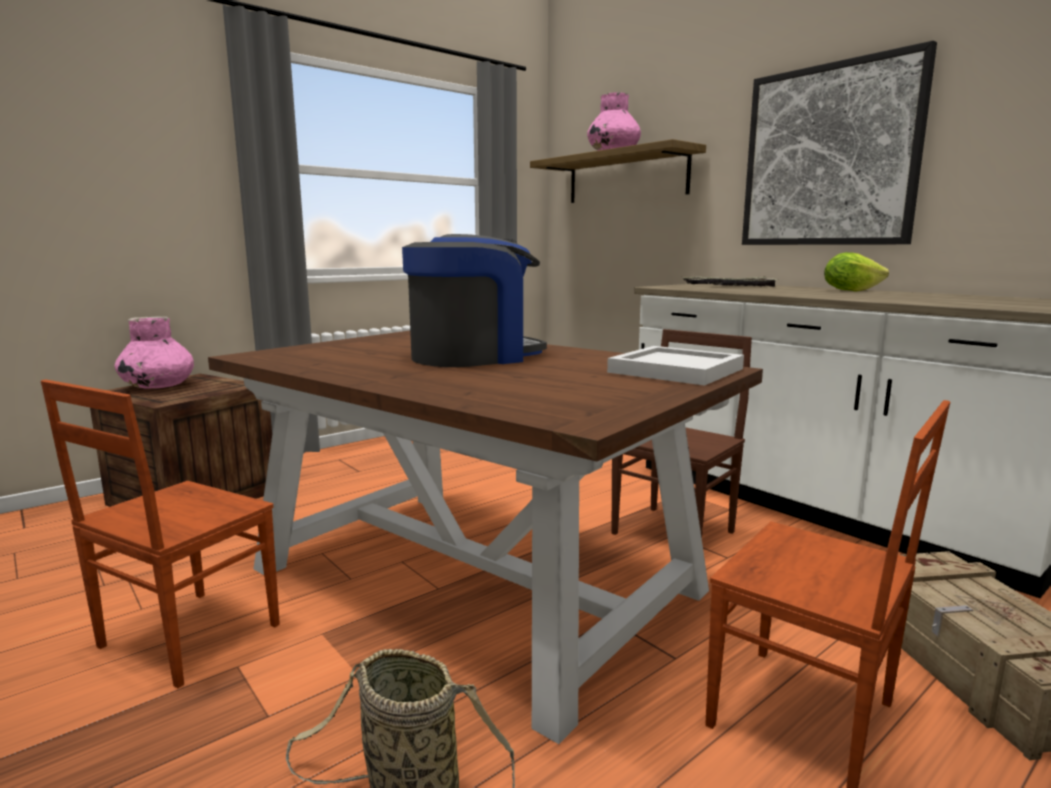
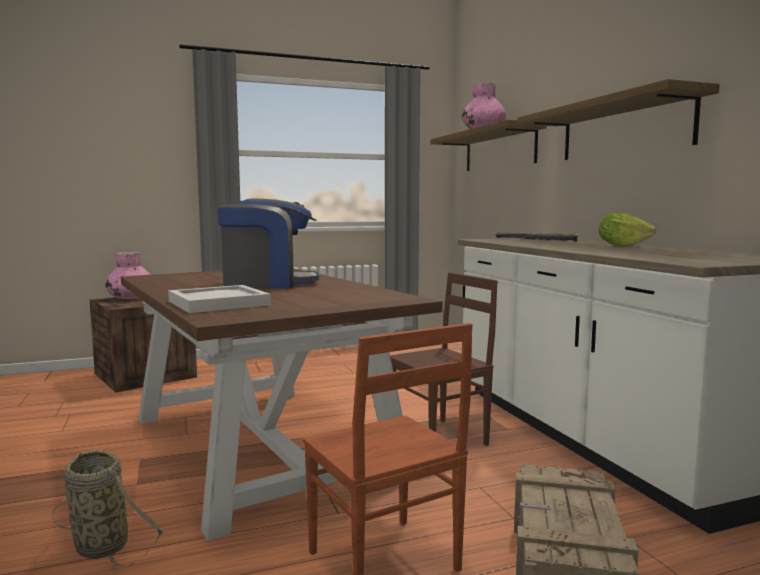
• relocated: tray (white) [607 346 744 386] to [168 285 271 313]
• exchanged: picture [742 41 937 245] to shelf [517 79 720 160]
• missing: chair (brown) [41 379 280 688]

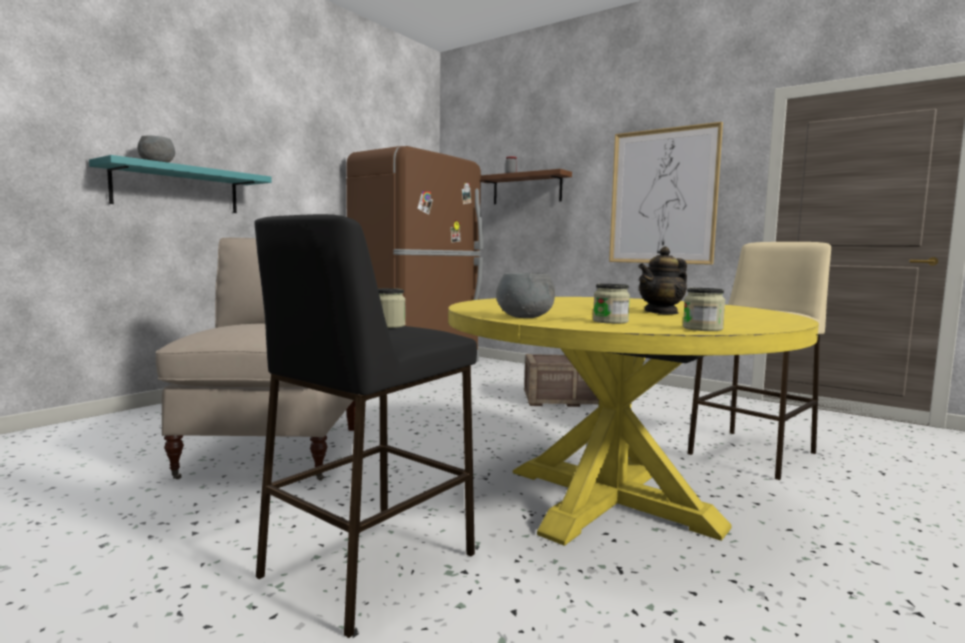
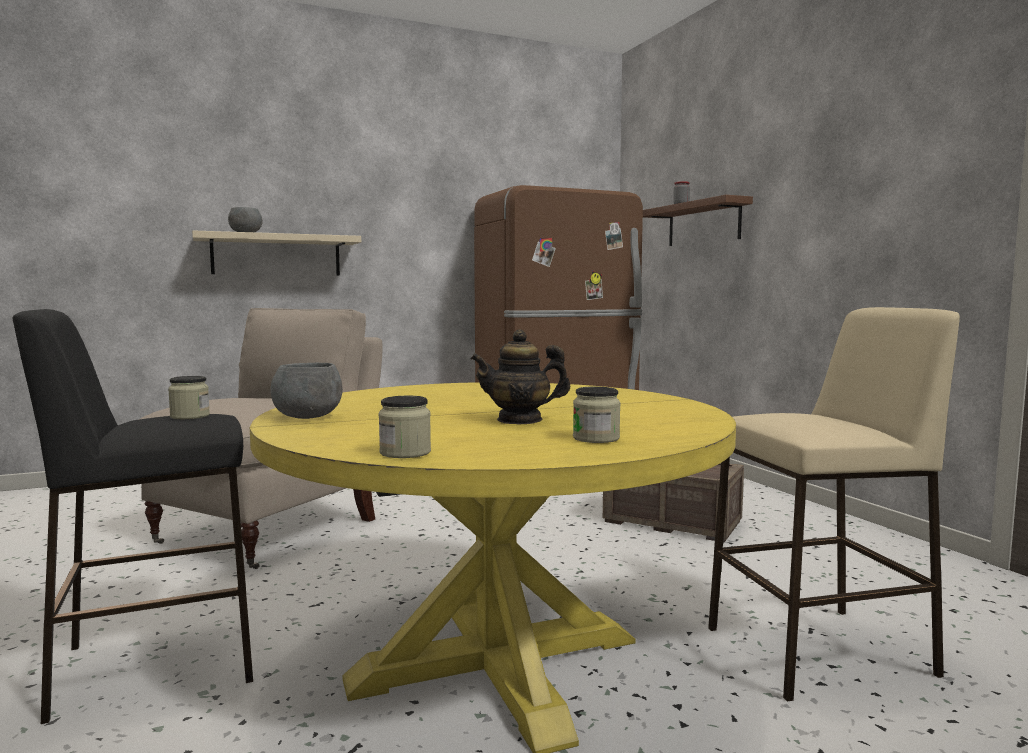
• colour: shelf (turquoise) [89 155 272 213] to shelf (beige) [192 230 361 275]
• relocated: jar [593 284 630 324] to [573 387 621 443]
• missing: picture [609 122 723 265]

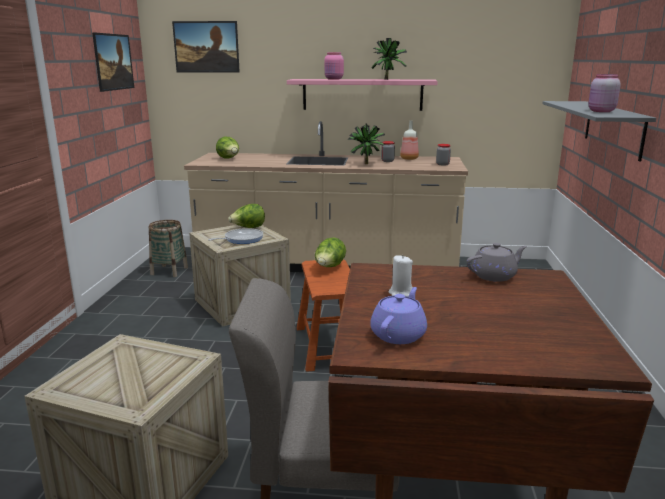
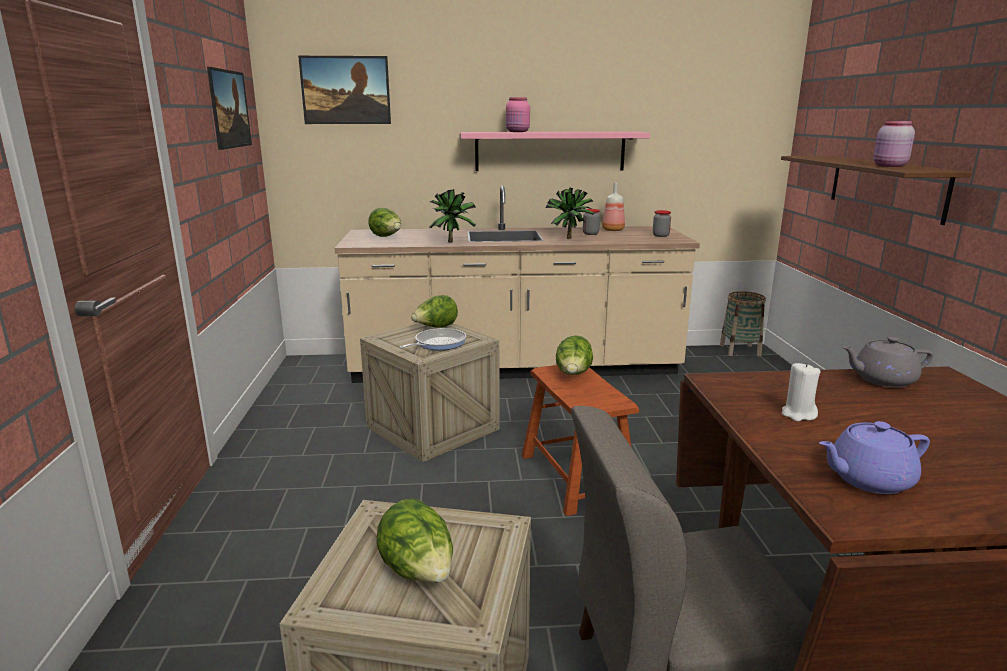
• appeared: lettuce [377 498 453 582]
• relocated: potted plant [371 38 407 80] to [429 189 476 242]
• relocated: basket [149 220 188 277] to [720 291 766 356]
• colour: shelf (grey) [542 101 656 162] to shelf (brown) [781 156 972 225]
• spun: teapot (purple) [370 287 427 344] = [819 421 930 494] 120 degrees counterclockwise
• spun: teapot (grey) [466 243 527 282] = [842 336 933 388] 150 degrees counterclockwise

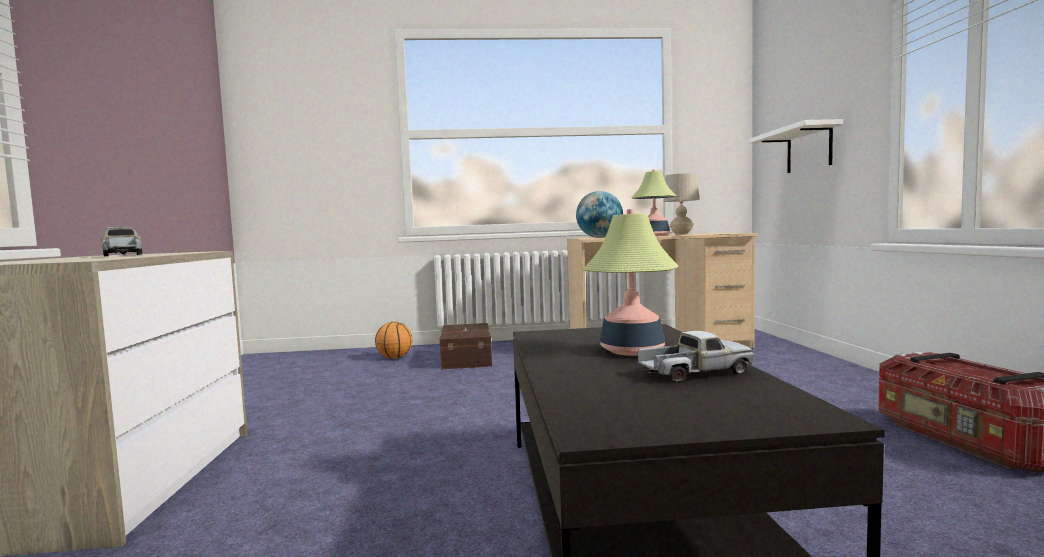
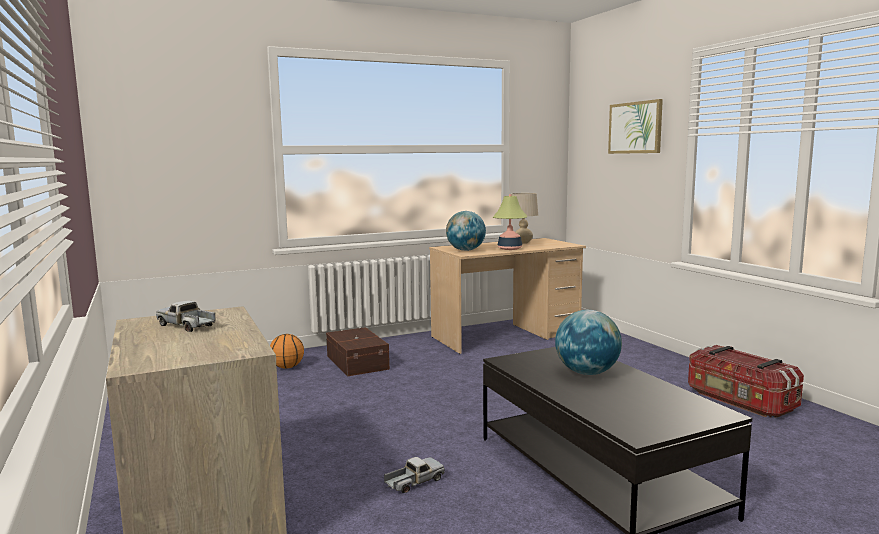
• relocated: toy truck [638 331 754 382] to [384 457 445 493]
• exchanged: table lamp [583 209 679 356] to globe [555 310 622 375]
• appeared: picture [608 99 663 154]
• missing: shelf (white) [748 119 843 173]

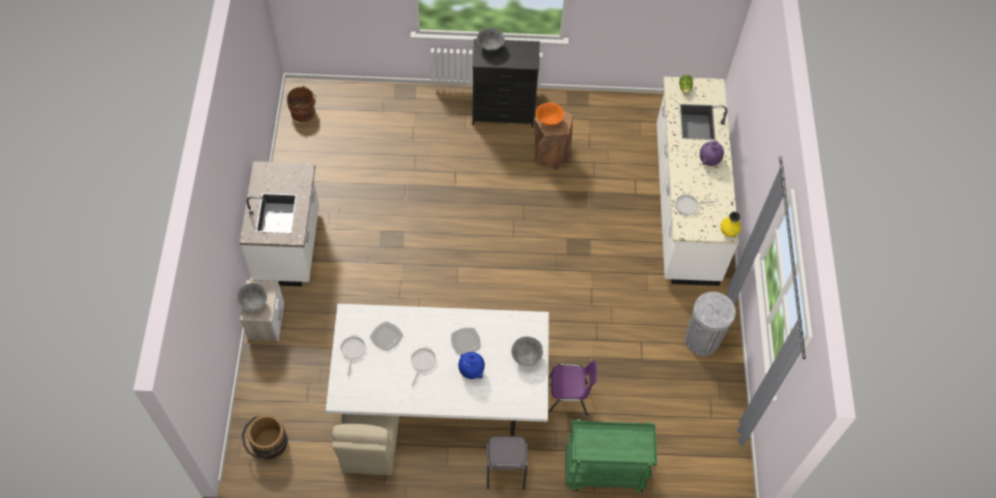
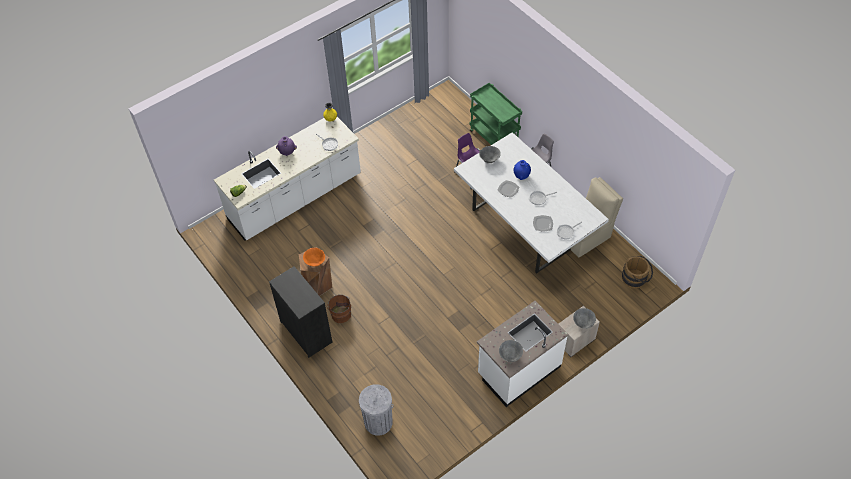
• relocated: bucket (brown) [287 86 316 122] to [327 295 351 323]
• relocated: trash can (grey) [685 292 736 356] to [359 384 393 436]
• relocated: bowl (grey) [477 28 505 52] to [499 340 523 362]

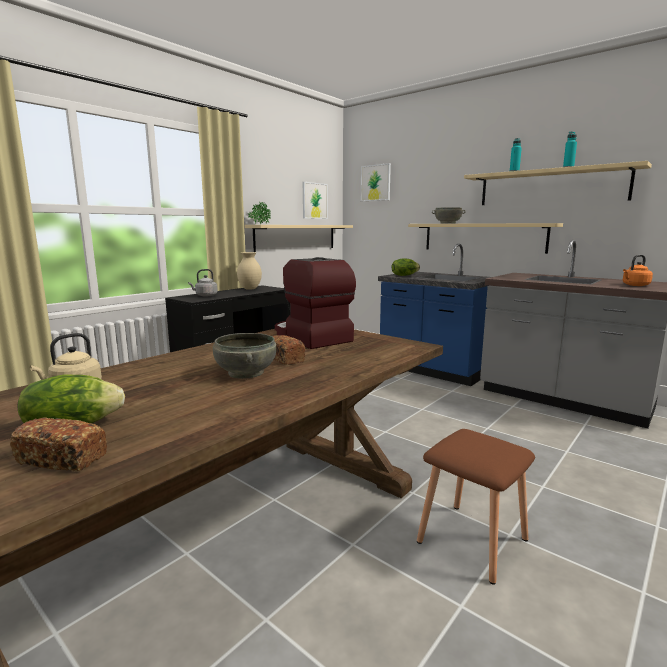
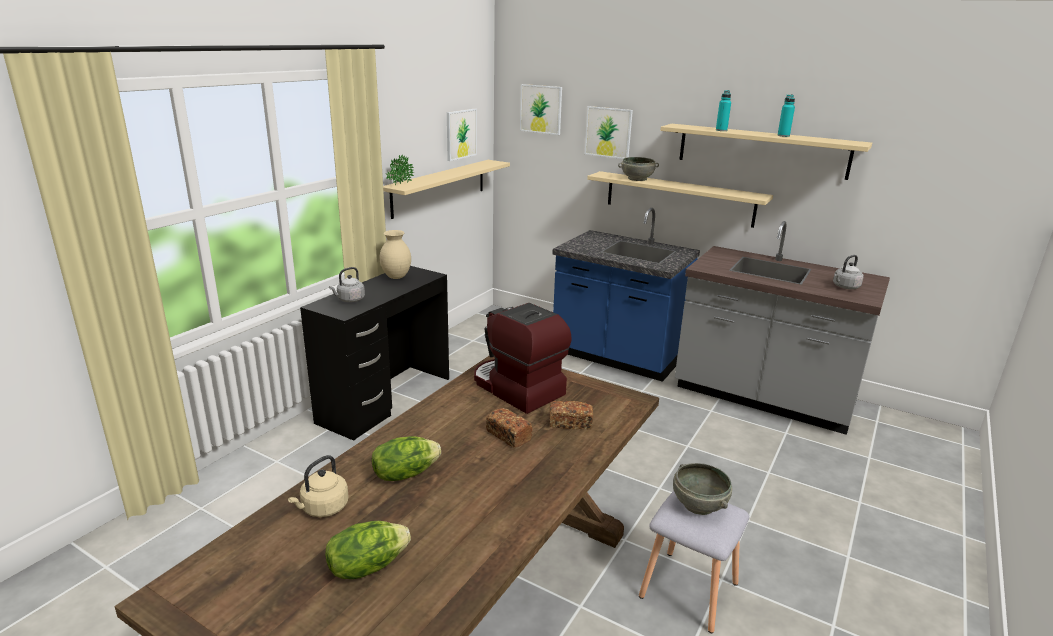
• relocated: lettuce [392 258 420 276] to [371 436 441 481]
• relocated: bread [10 417 107 472] to [550 401 593 430]
• appeared: picture [585 106 633 159]
• colour: stool (brown) [417 429 535 585] to stool (grey) [639 491 749 633]
• relocated: bowl (grey) [213 333 277 379] to [673 463 732 515]
• colour: kettle (orange) [623 255 653 286] to kettle (grey) [833 255 864 289]

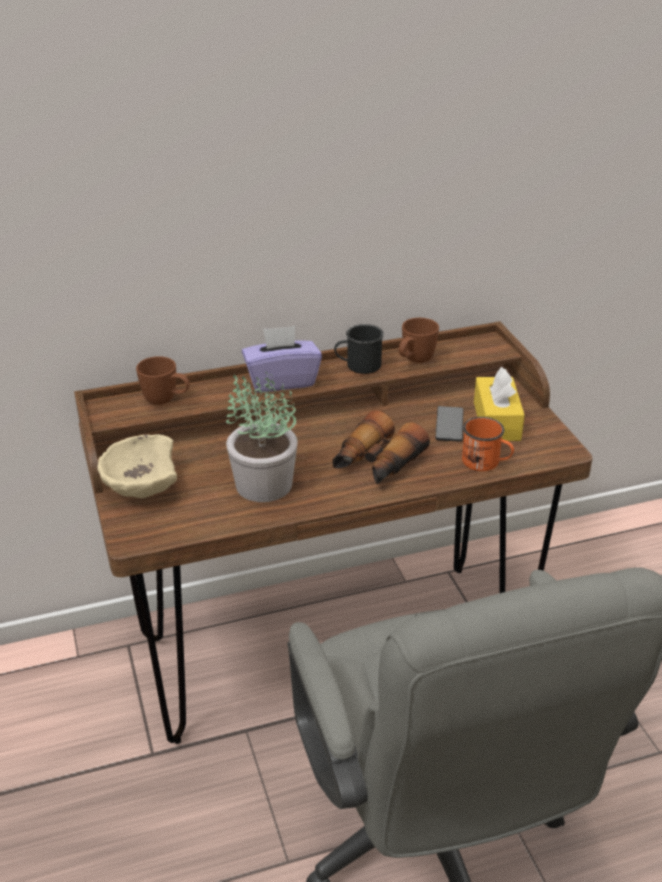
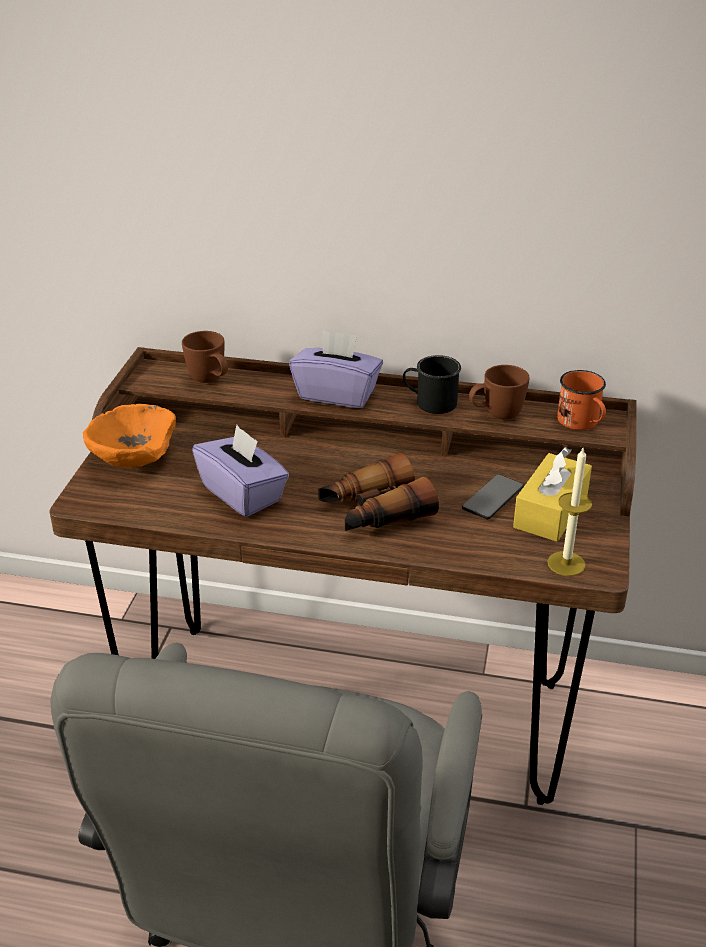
• colour: bowl (beige) [97 434 177 498] to bowl (orange) [83 404 176 467]
• exchanged: potted plant [226 372 298 502] to tissue box (purple) [192 425 289 517]
• appeared: candle [547 446 592 576]
• relocated: mug (orange) [462 417 514 471] to [557 370 606 430]

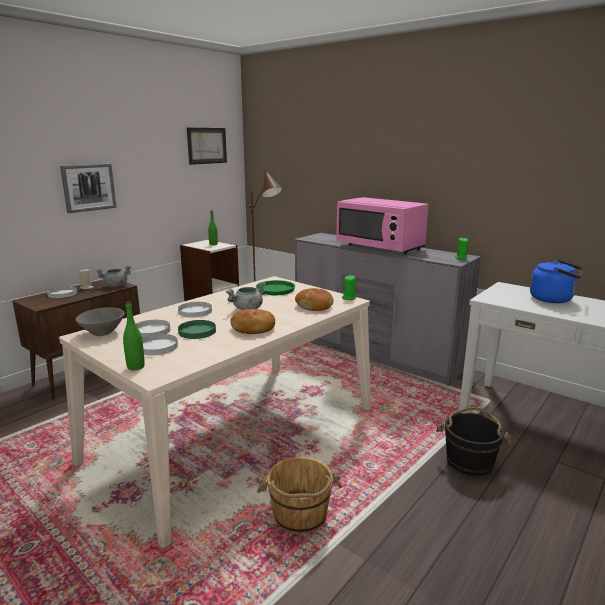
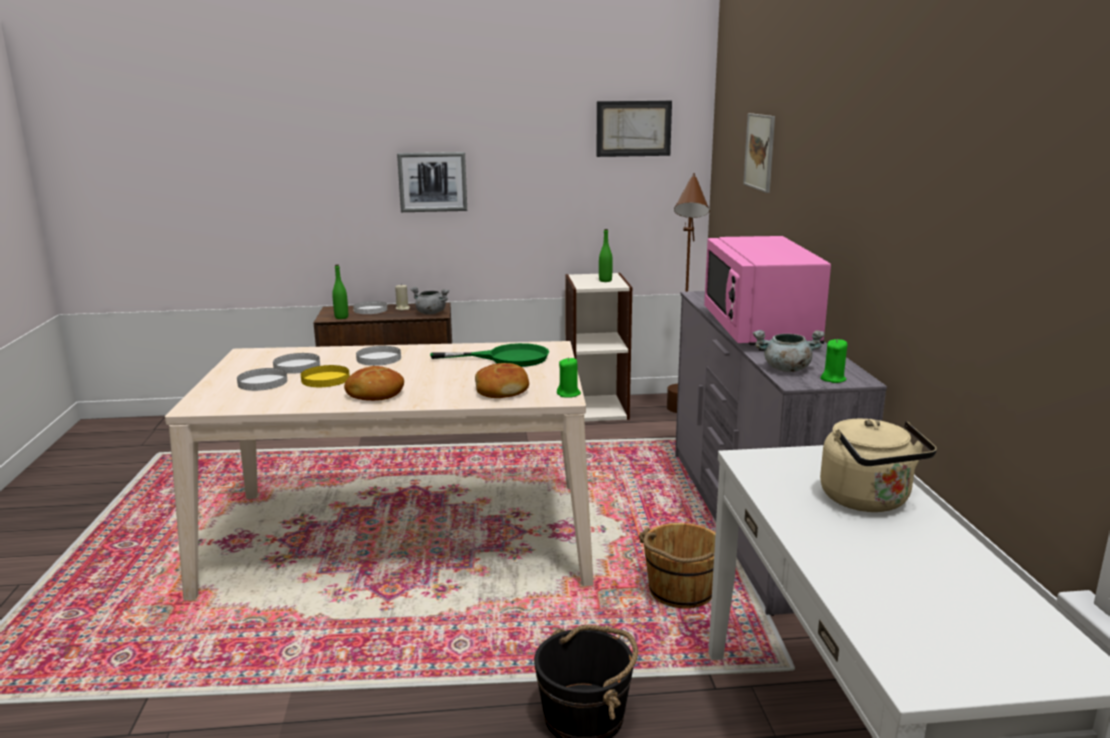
• colour: plate (green) [178 320 216 339] to plate (yellow) [301 365 350 387]
• relocated: bottle (green) [123 302 145 370] to [332 264 348 319]
• relocated: bucket (brown) [257 457 342 534] to [639 523 715 609]
• appeared: picture [743 113 775 193]
• relocated: cooking pot (grey) [226 282 266 310] to [753 330 825 372]
• colour: kettle (blue) [530 260 582 303] to kettle (beige) [820 418 937 512]
• missing: bowl (grey) [76 307 124 336]

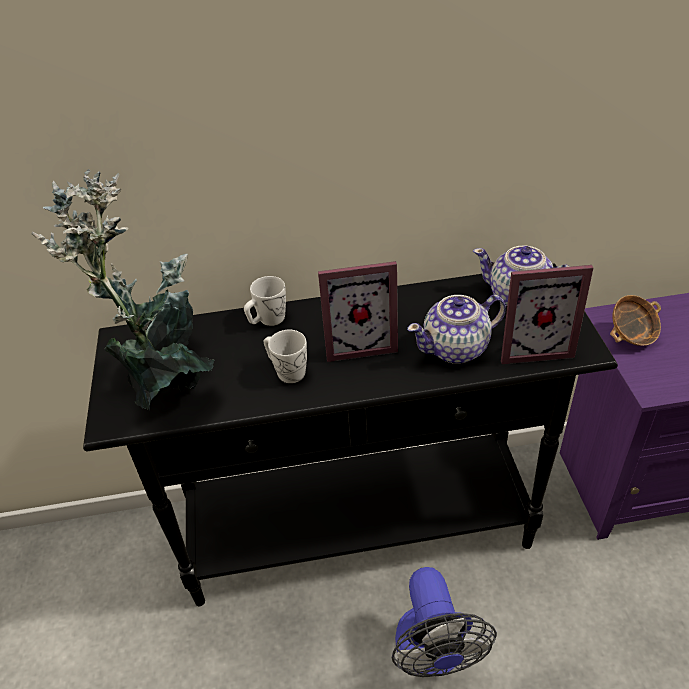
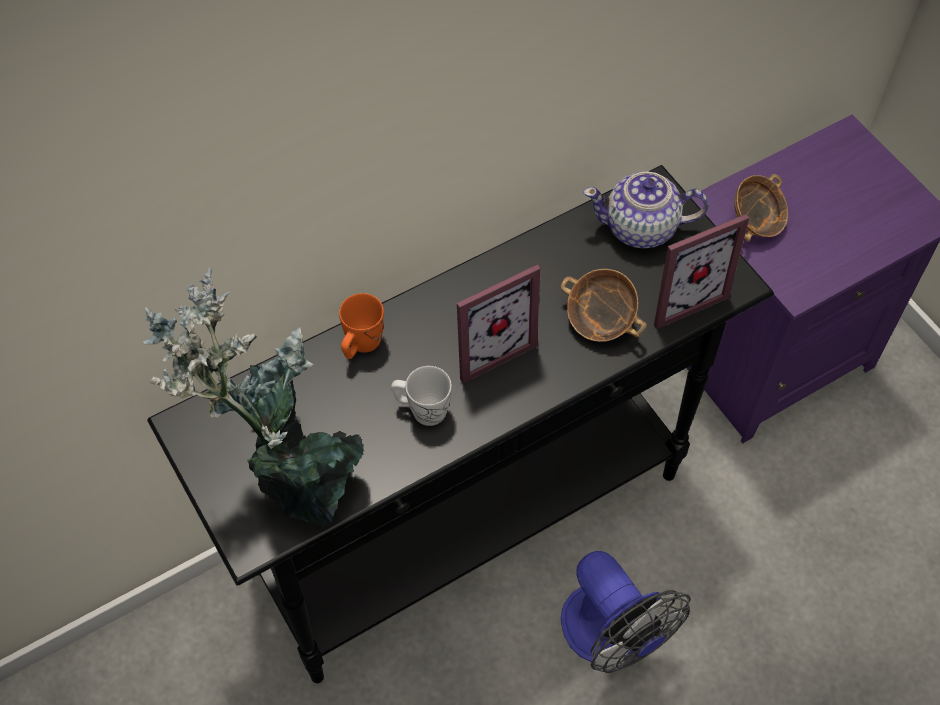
• colour: mug (white) [244 276 286 326] to mug (orange) [339 293 384 359]
• exchanged: teapot [407 294 506 364] to bowl [560 269 647 342]

